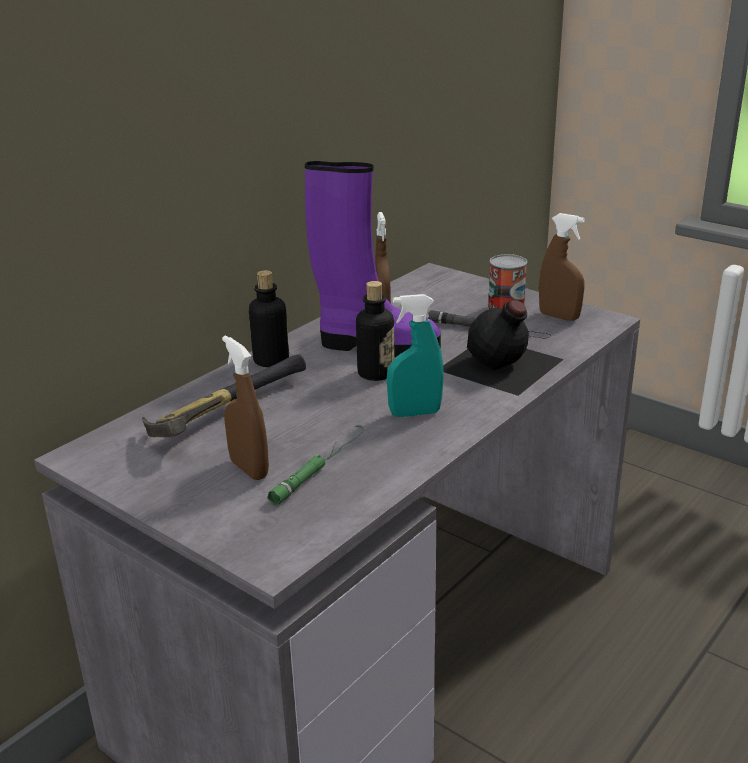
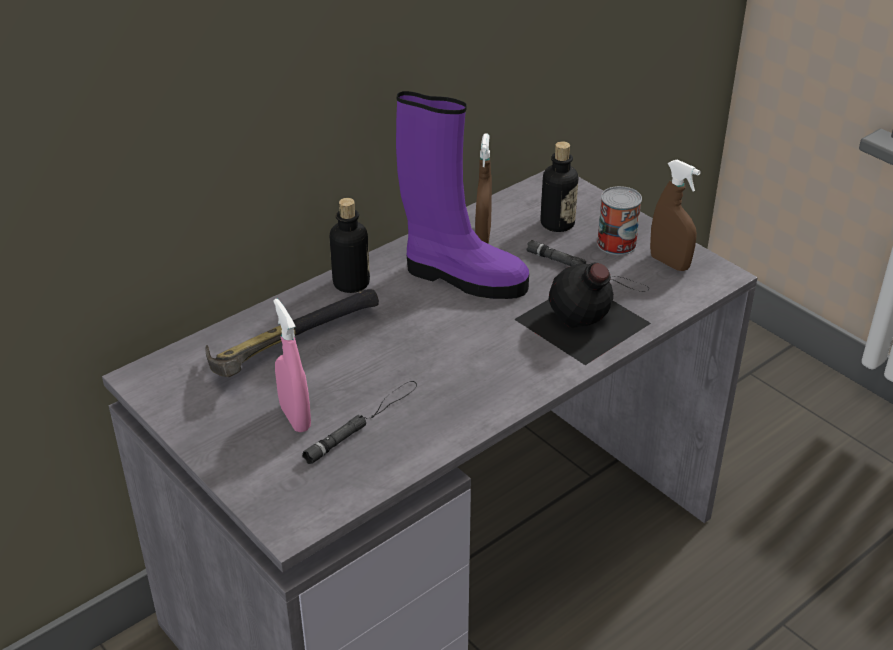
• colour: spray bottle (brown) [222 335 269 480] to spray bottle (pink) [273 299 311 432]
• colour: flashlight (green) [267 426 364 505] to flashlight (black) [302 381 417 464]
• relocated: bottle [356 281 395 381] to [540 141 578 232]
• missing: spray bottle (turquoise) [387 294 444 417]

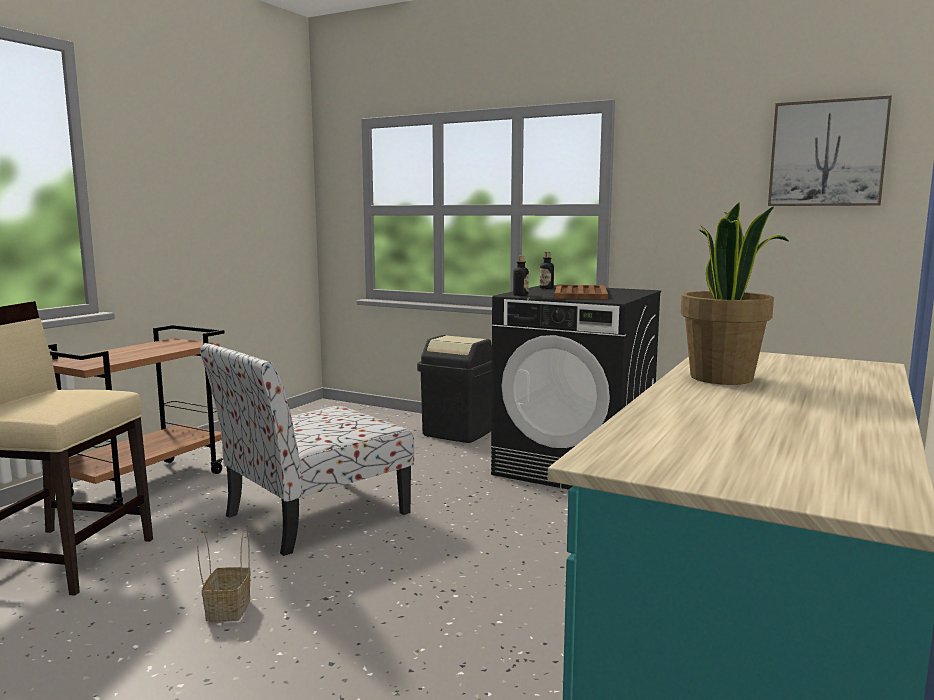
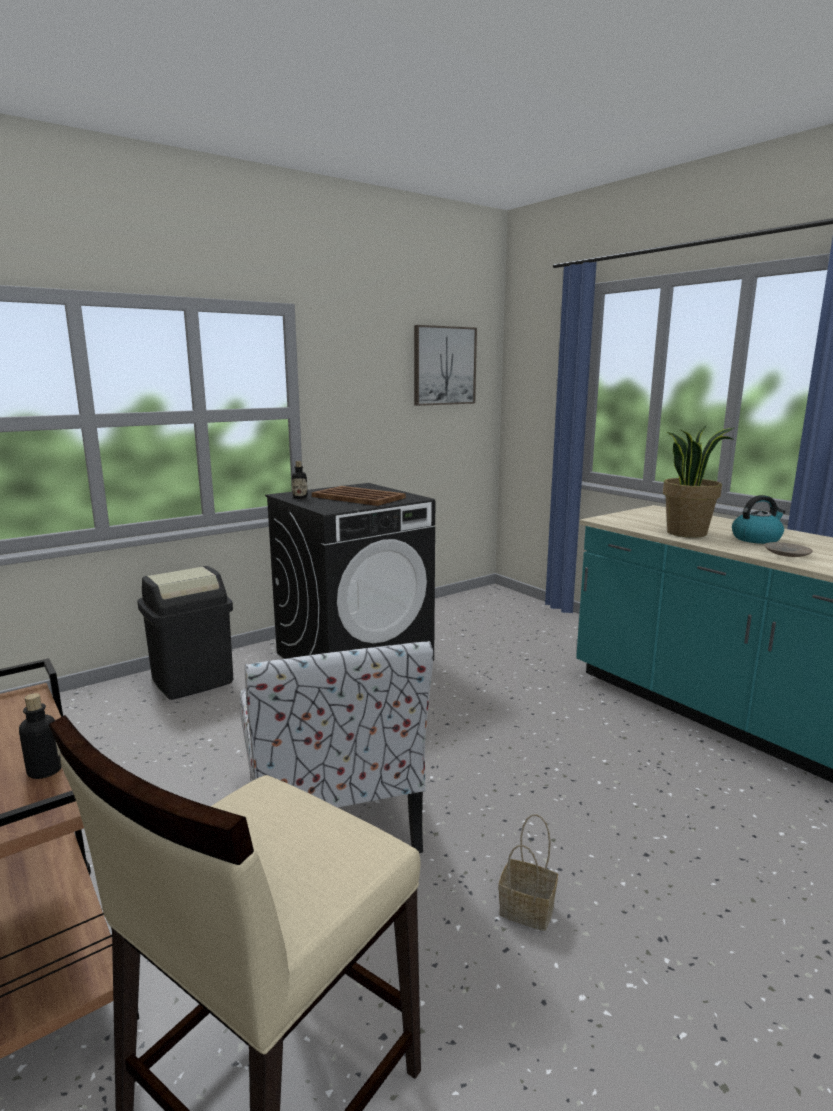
• relocated: bottle [513 256 529 296] to [19 693 62 779]
• appeared: kettle [732 495 785 544]
• appeared: plate (beige) [764 542 813 557]

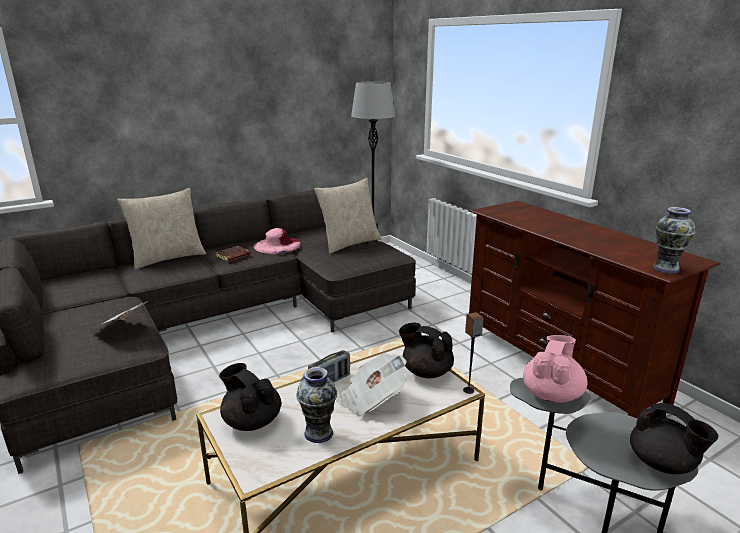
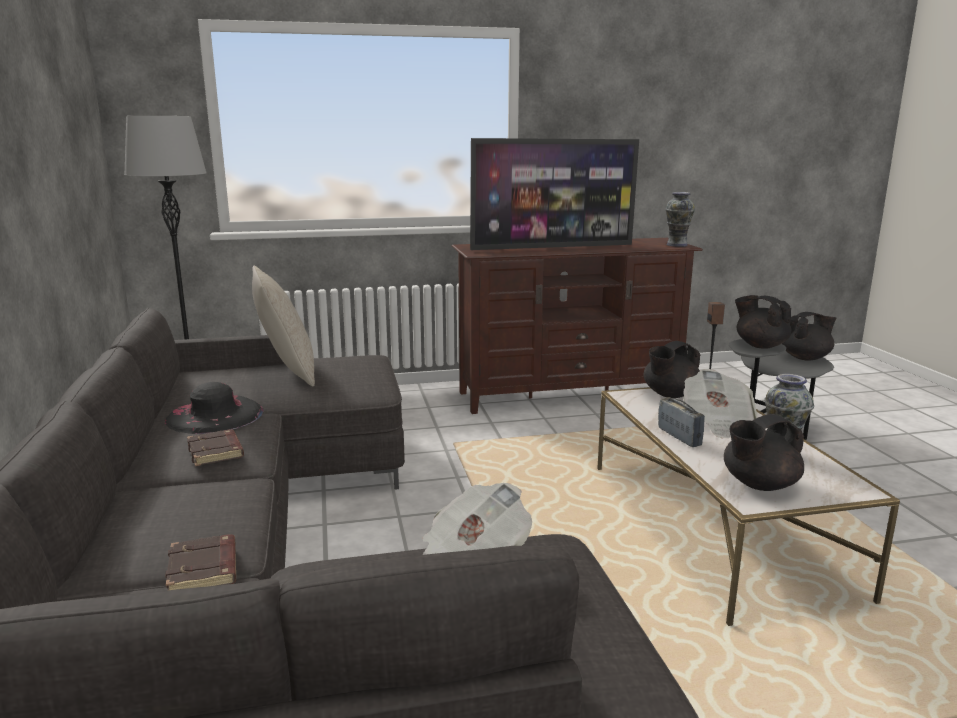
• colour: hat (pink) [254 228 301 254] to hat (black) [165 382 264 434]
• appeared: book (brown) [165 534 236 590]
• appeared: television [470 138 639 250]
• colour: teapot (pink) [523 335 588 403] to teapot (black) [735 295 792 348]
• missing: pillow (beige) [118 188 206 269]

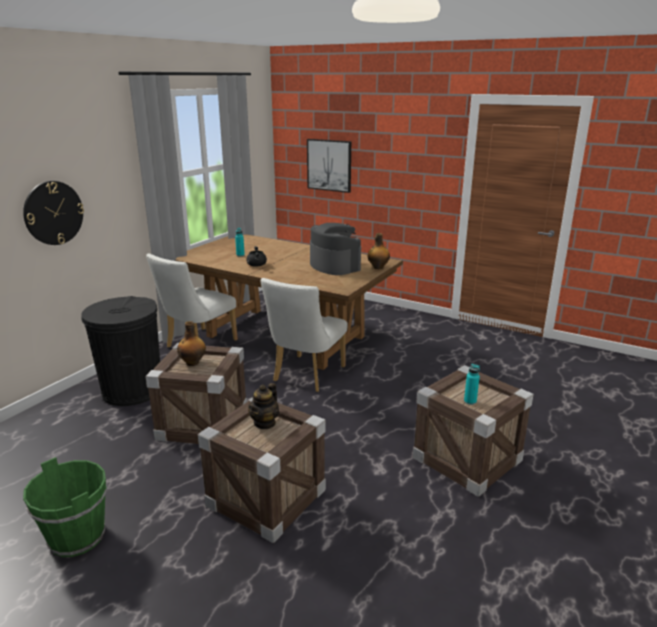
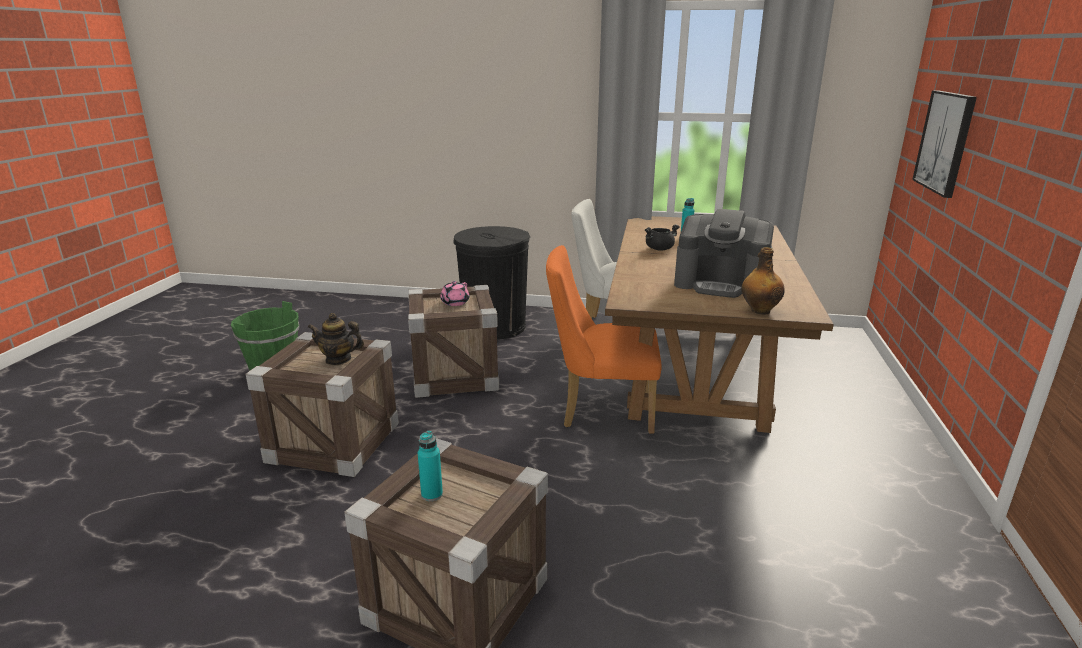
• exchanged: bottle [177 321 206 366] to teapot (pink) [440 281 469 306]
• colour: chair (white) [261 278 348 392] to chair (orange) [546 245 662 434]
• spun: coffee machine [310 223 361 275] = [674 209 774 298] 75 degrees clockwise
• missing: wall clock [23 181 84 245]

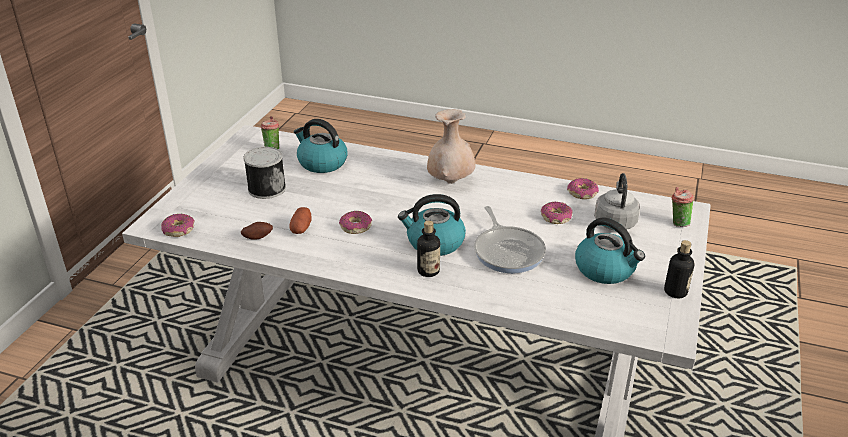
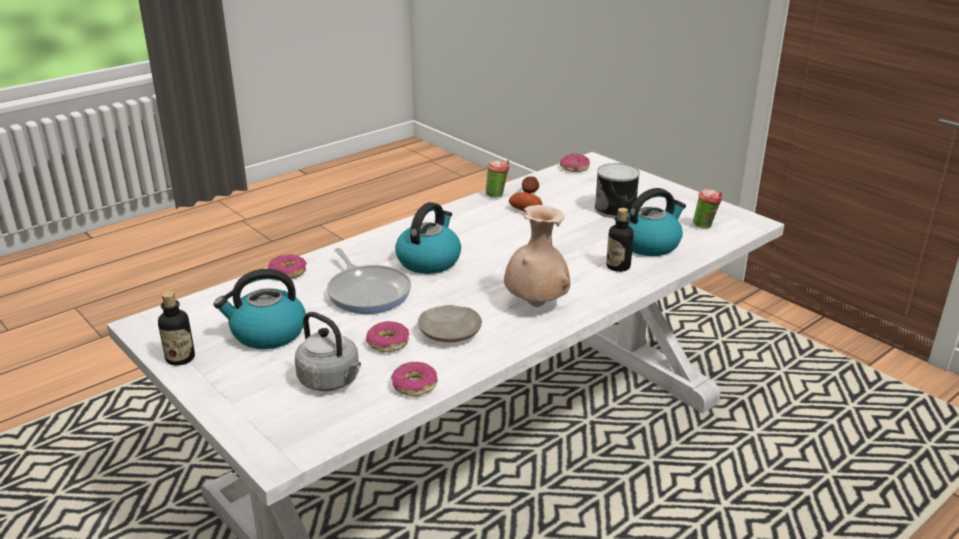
• relocated: donut [339 211 372 234] to [268 254 307 279]
• spun: frying pan [474 206 546 273] = [327 248 411 314] 135 degrees counterclockwise
• appeared: plate (beige) [418 305 482 342]
• relocated: cup [672 187 694 227] to [486 160 510 197]
• relocated: bottle [417 220 440 277] to [606 208 634 272]

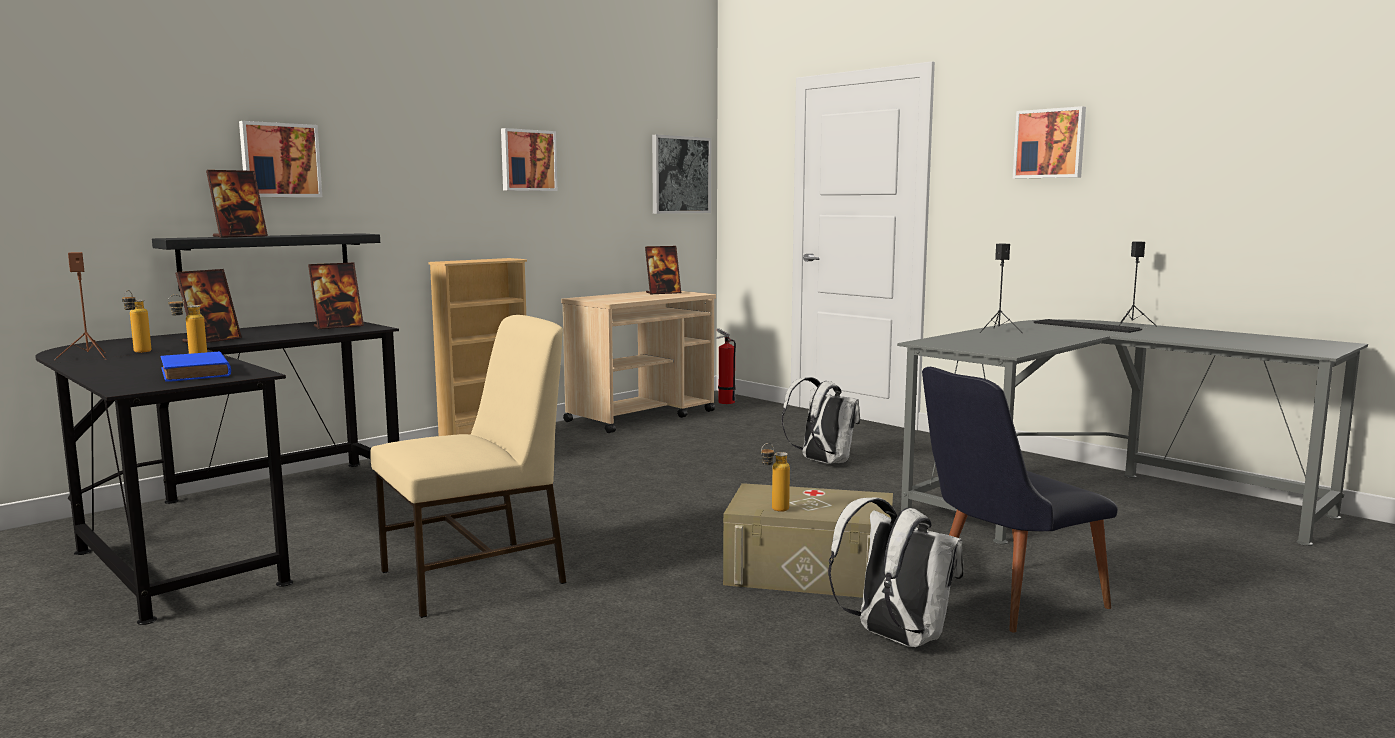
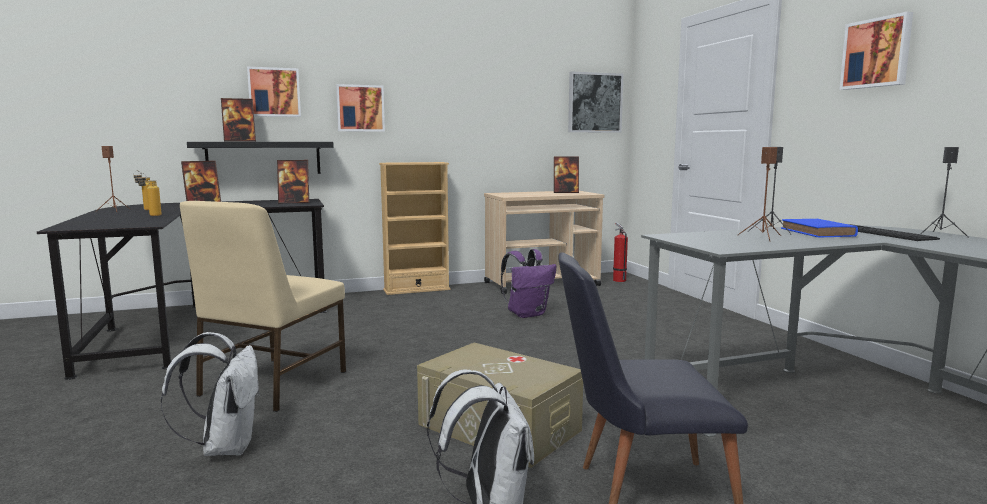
• relocated: backpack (white) [782 377 860 464] to [160 332 260 456]
• spun: chair (beige) [370 315 567 618] = [180 201 346 412] 120 degrees clockwise
• relocated: picture [501 128 557 191] to [336 84 385 132]
• appeared: backpack (purple) [501 249 556 318]
• appeared: speaker (brown) [738 147 781 241]
• relocated: book (blue) [161 351 231 382] to [781 219 858 237]
• missing: bottle [761 443 790 512]

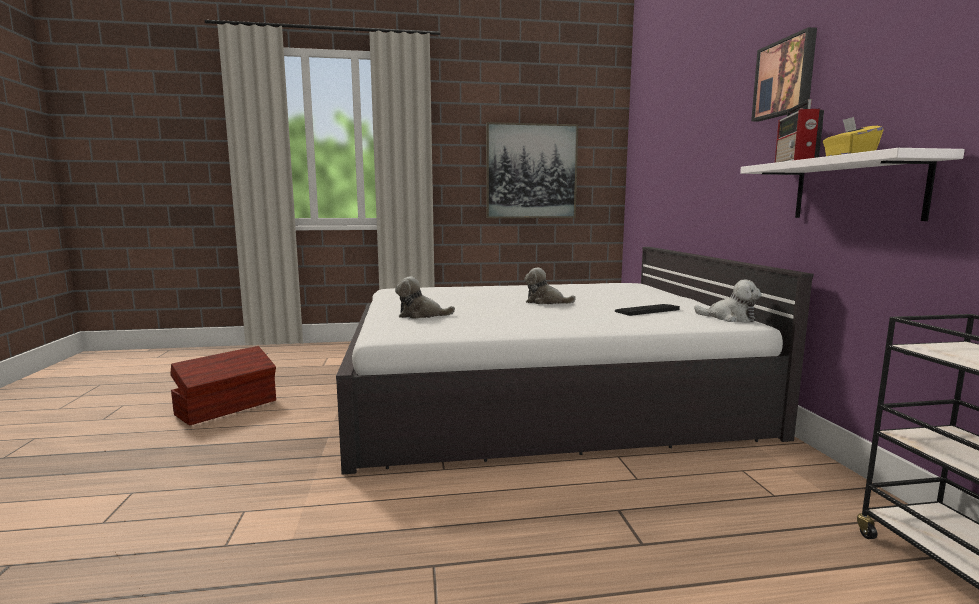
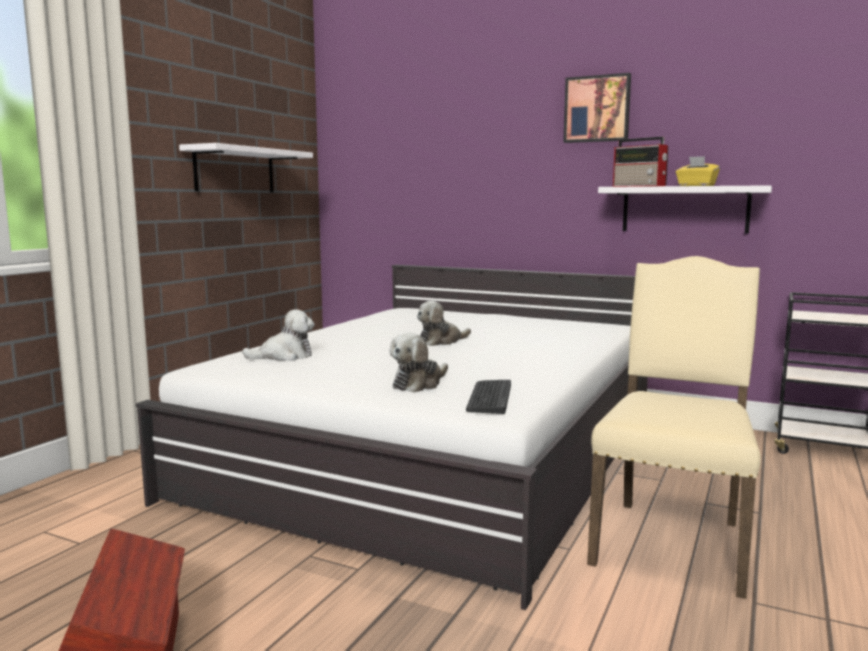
• exchanged: picture [486 122 578 218] to shelf (white) [179 143 313 192]
• relocated: plush toy [694 280 762 323] to [242 309 315 361]
• relocated: keyboard [615 304 680 316] to [466 380 511 414]
• appeared: chair (beige) [587 256 761 599]

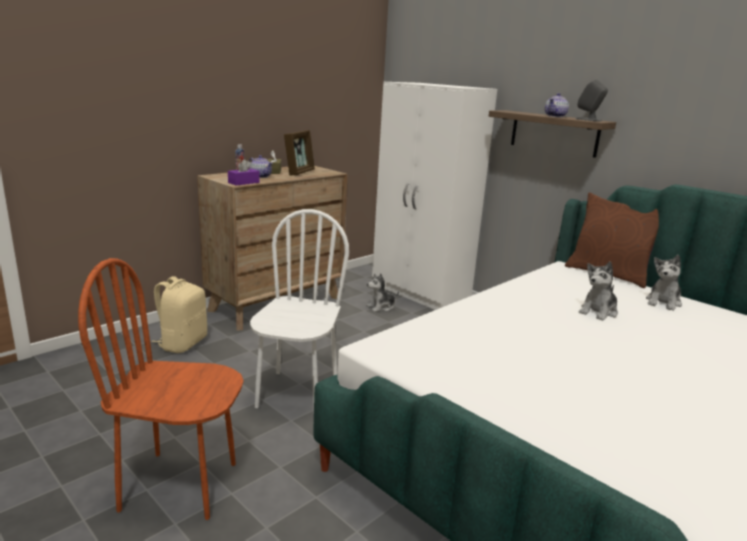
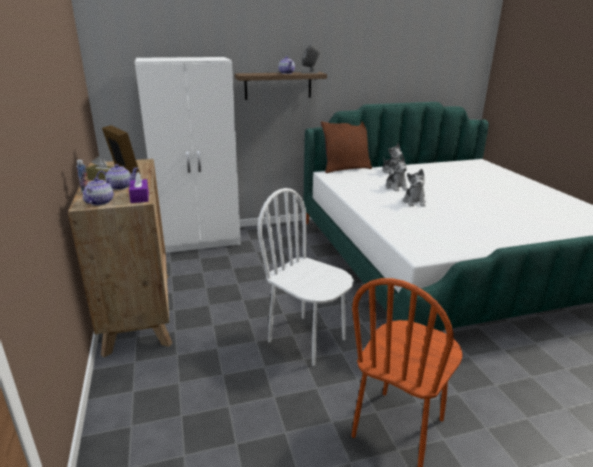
• appeared: teapot [83 177 113 206]
• relocated: plush toy [366 274 399 312] to [403 169 426 207]
• missing: backpack (beige) [152 276 207 353]

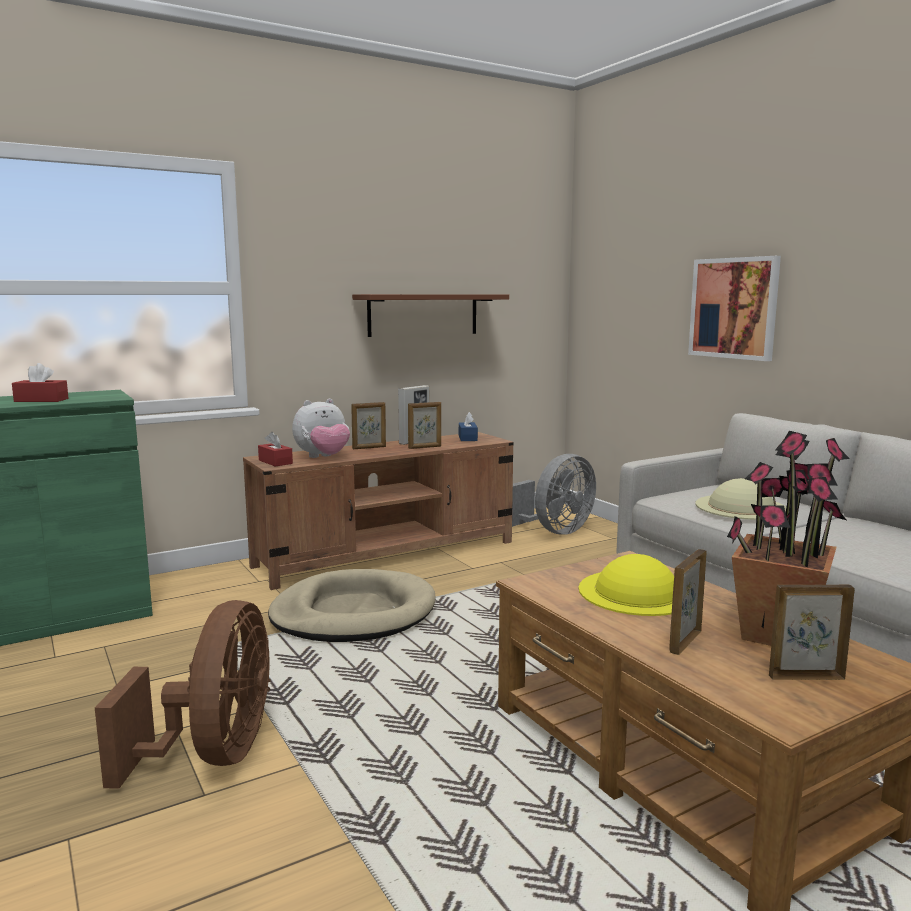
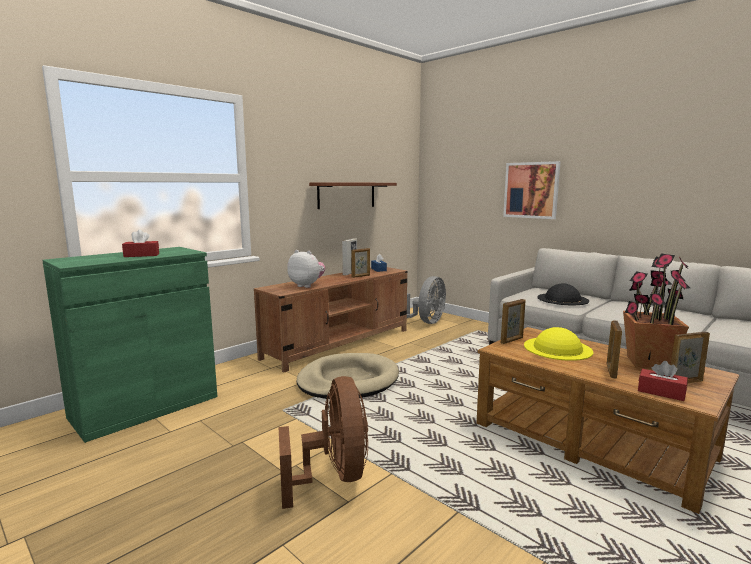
• spun: plush toy [292 399 350 458] = [287 250 325 288] 105 degrees counterclockwise
• relocated: picture frame [351 402 386 449] to [501 299 525 344]
• colour: hat (beige) [695 478 786 520] to hat (black) [537 283 589 305]
• relocated: tissue box (red) [258 432 293 467] to [638 361 688 401]

